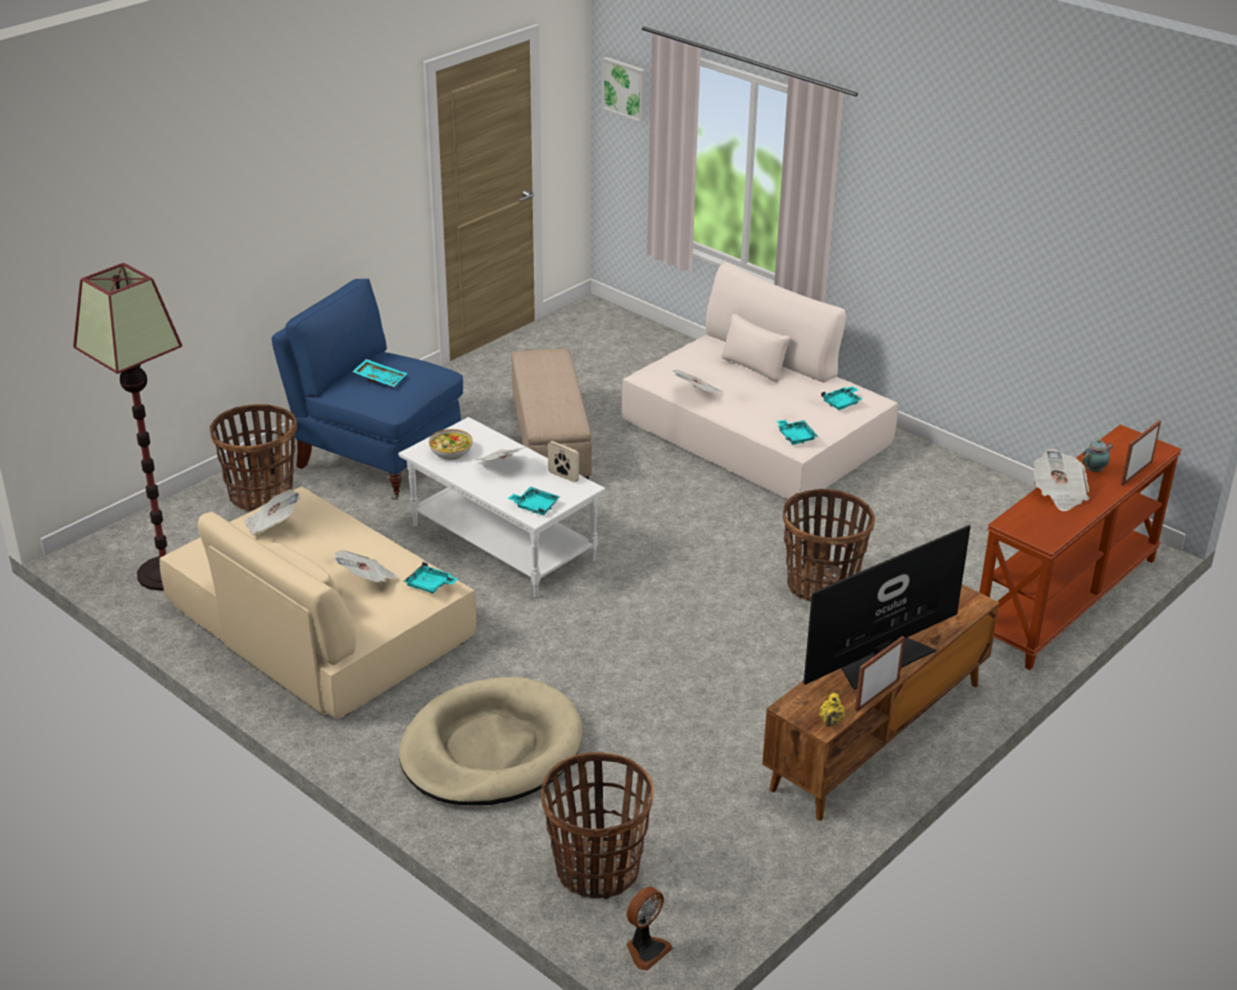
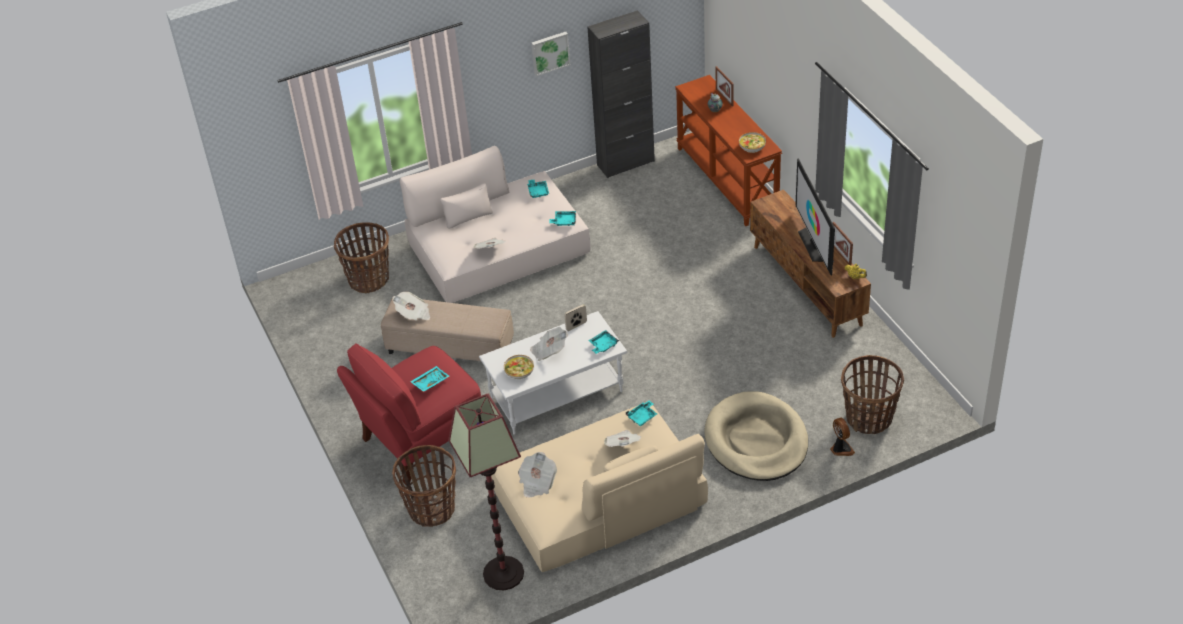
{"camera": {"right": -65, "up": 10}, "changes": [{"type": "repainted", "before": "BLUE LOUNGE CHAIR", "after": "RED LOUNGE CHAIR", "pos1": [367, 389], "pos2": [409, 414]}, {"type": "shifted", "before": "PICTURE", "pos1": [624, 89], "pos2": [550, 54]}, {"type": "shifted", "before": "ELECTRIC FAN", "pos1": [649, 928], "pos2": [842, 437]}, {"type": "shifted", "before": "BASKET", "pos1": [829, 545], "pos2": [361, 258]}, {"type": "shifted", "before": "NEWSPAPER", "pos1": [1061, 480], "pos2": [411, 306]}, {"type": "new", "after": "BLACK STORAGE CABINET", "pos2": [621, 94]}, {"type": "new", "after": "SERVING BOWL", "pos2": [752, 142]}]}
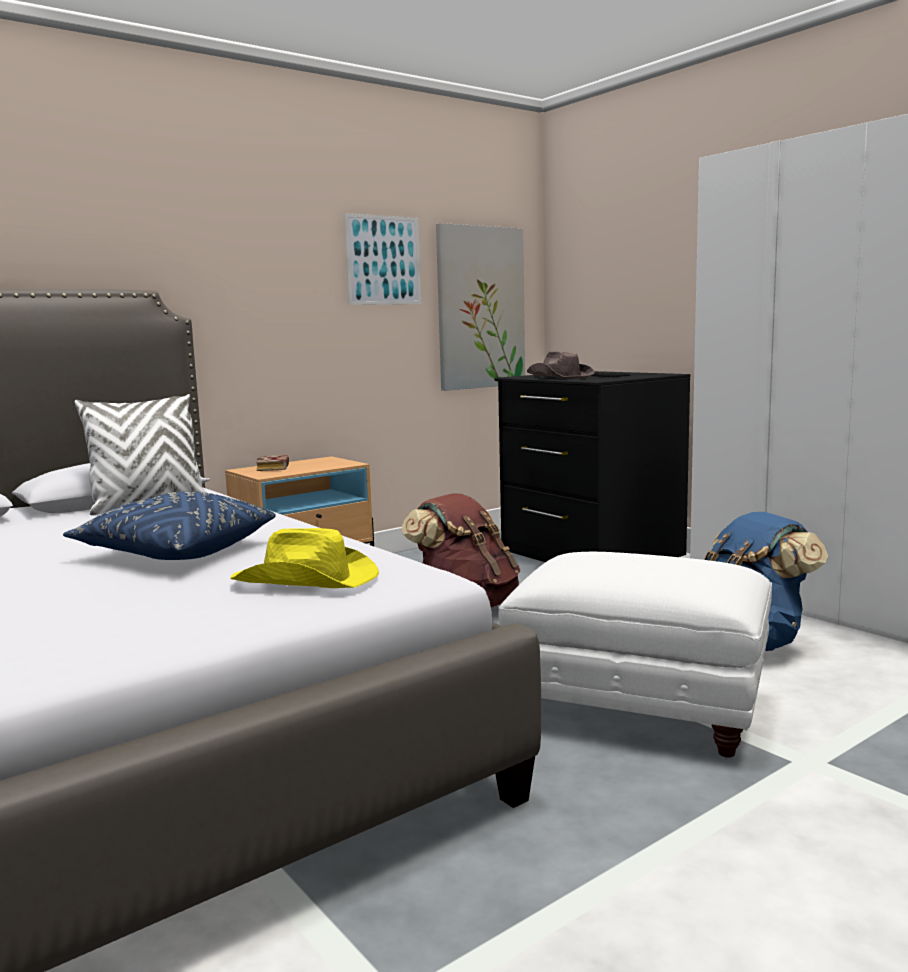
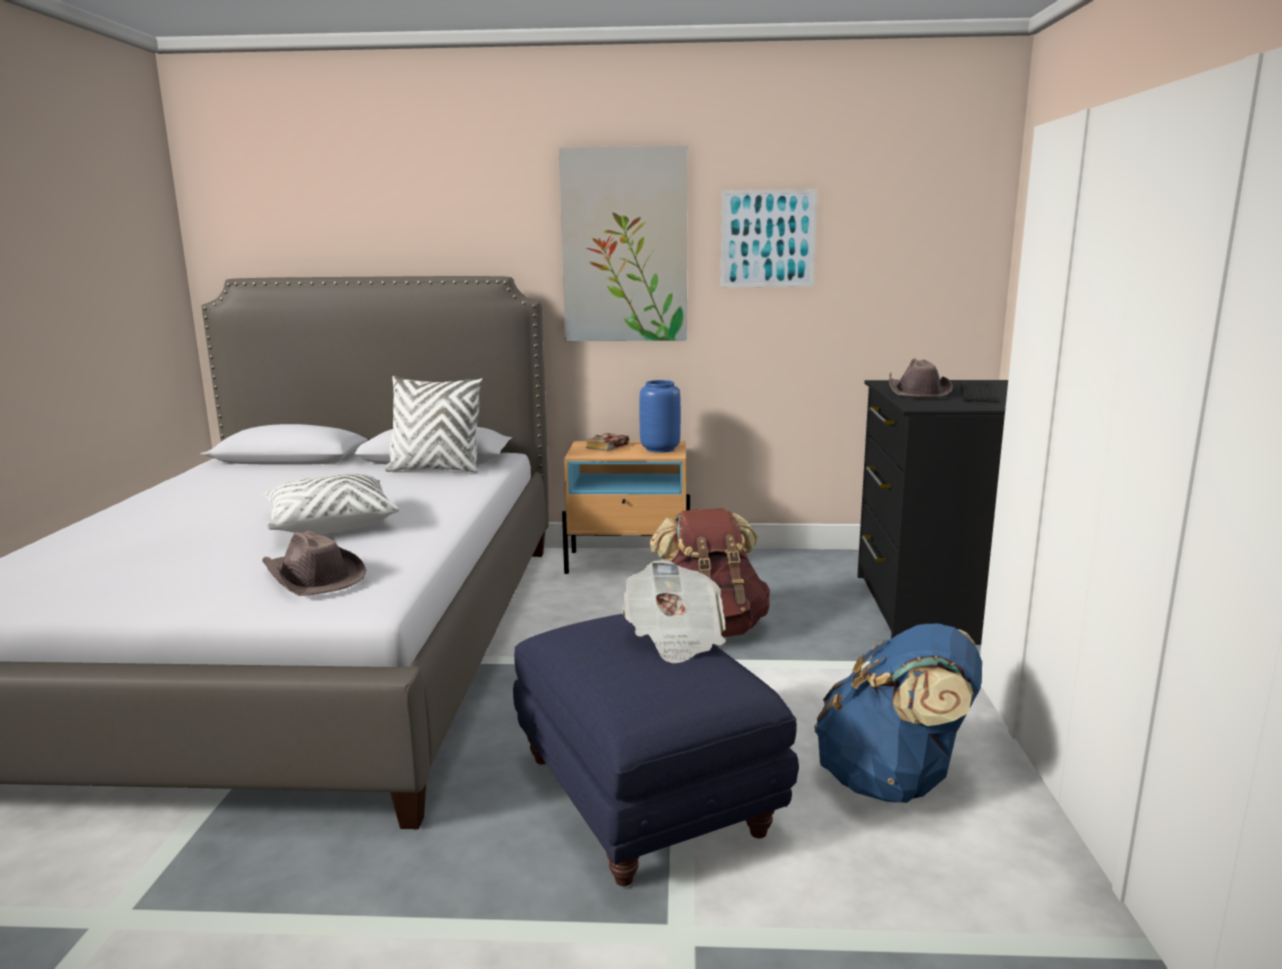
{"camera": {"right": 40, "up": 5}, "changes": [{"type": "repainted", "before": "BLUE THROW PILLOW", "after": "WHITISH THROW PILLOW", "pos1": [169, 526], "pos2": [332, 504]}, {"type": "repainted", "before": "YELLOW CLOTHING HAT", "after": "BROWN-COLOURED CLOTHING HAT", "pos1": [304, 558], "pos2": [314, 563]}, {"type": "shifted", "before": "PICTURE", "pos1": [480, 307], "pos2": [623, 243]}, {"type": "repainted", "before": "WHITISH OTTOMAN", "after": "BLUE OTTOMAN", "pos1": [635, 655], "pos2": [656, 750]}, {"type": "new", "after": "NEWSPAPER", "pos2": [674, 612]}, {"type": "new", "after": "BLUE DECORATIVE VASE", "pos2": [660, 416]}]}
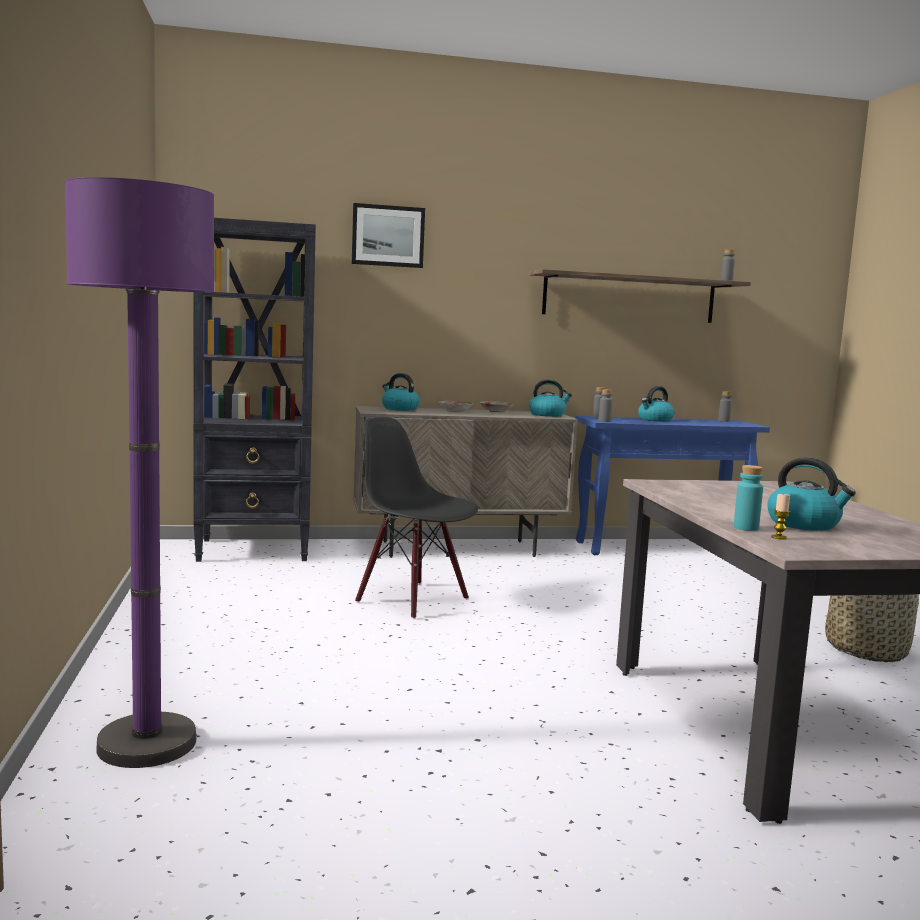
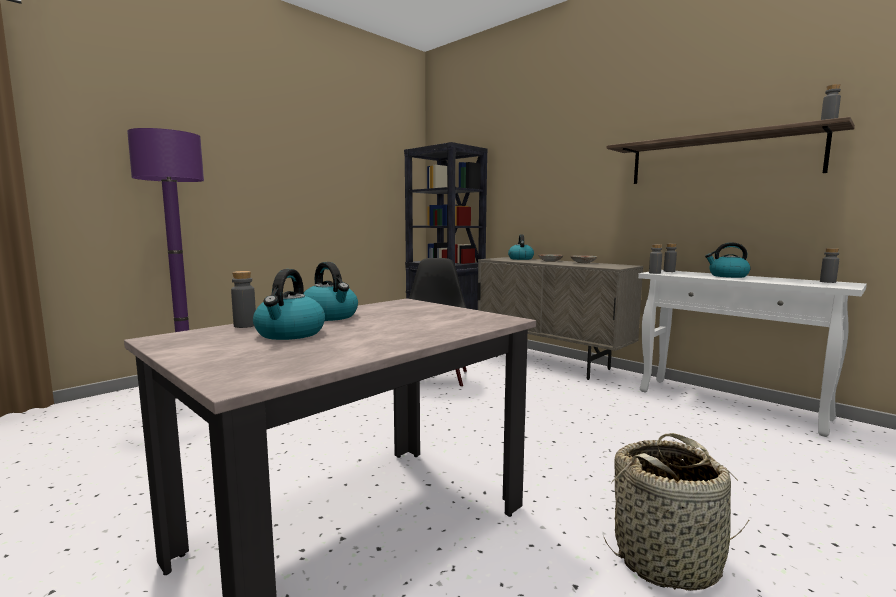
{"camera": {"right": 55, "up": 0}, "changes": [{"type": "gone", "before": "PICTURE", "pos1": [388, 235]}, {"type": "shifted", "before": "WATER KETTLE", "pos1": [550, 398], "pos2": [331, 291]}, {"type": "repainted", "before": "BLUE NARROW TABLE", "after": "WHITISH NARROW TABLE", "pos1": [672, 485], "pos2": [752, 353]}, {"type": "repainted", "before": "TURQUOISE-COLOURED BEVERAGE BOTTLE", "after": "GRAY BEVERAGE BOTTLE", "pos1": [748, 498], "pos2": [243, 299]}, {"type": "gone", "before": "CANDLE", "pos1": [780, 517]}]}
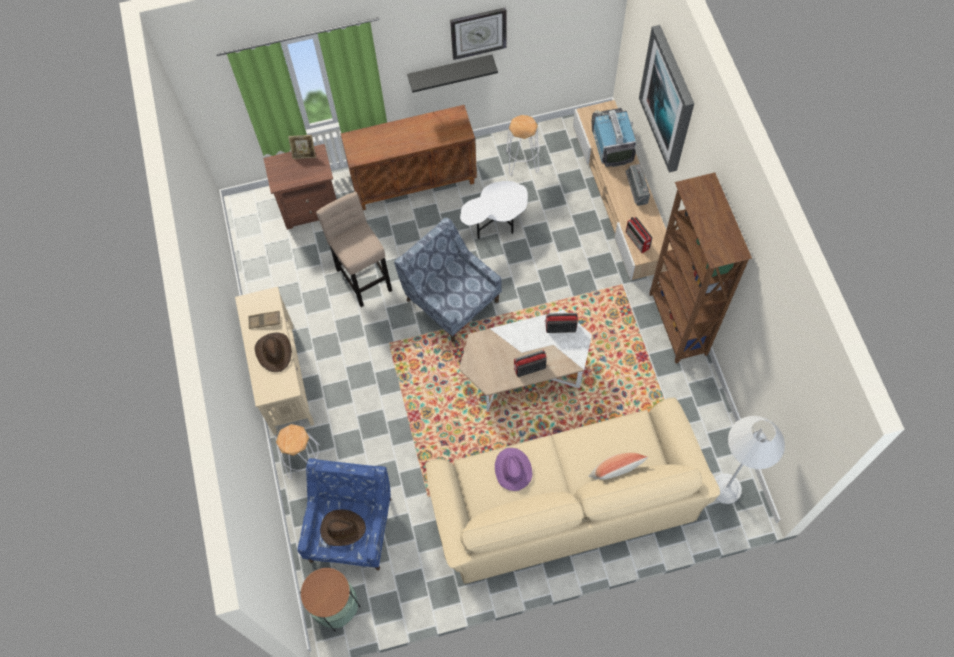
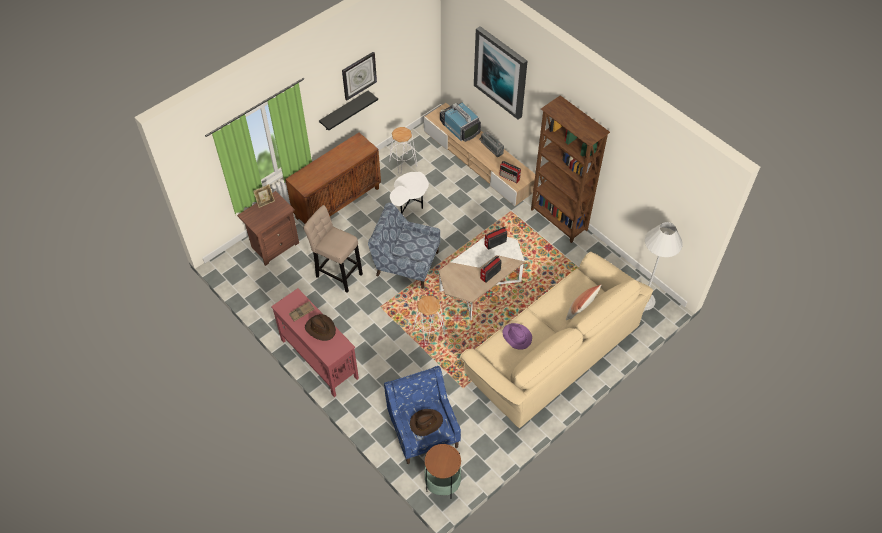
{"camera": {"right": -30, "up": -10}, "changes": [{"type": "repainted", "before": "BEIGE-COLOURED NARROW TABLE", "after": "RED NARROW TABLE", "pos1": [274, 361], "pos2": [315, 342]}, {"type": "shifted", "before": "WHITISH STOOL", "pos1": [298, 452], "pos2": [429, 320]}]}
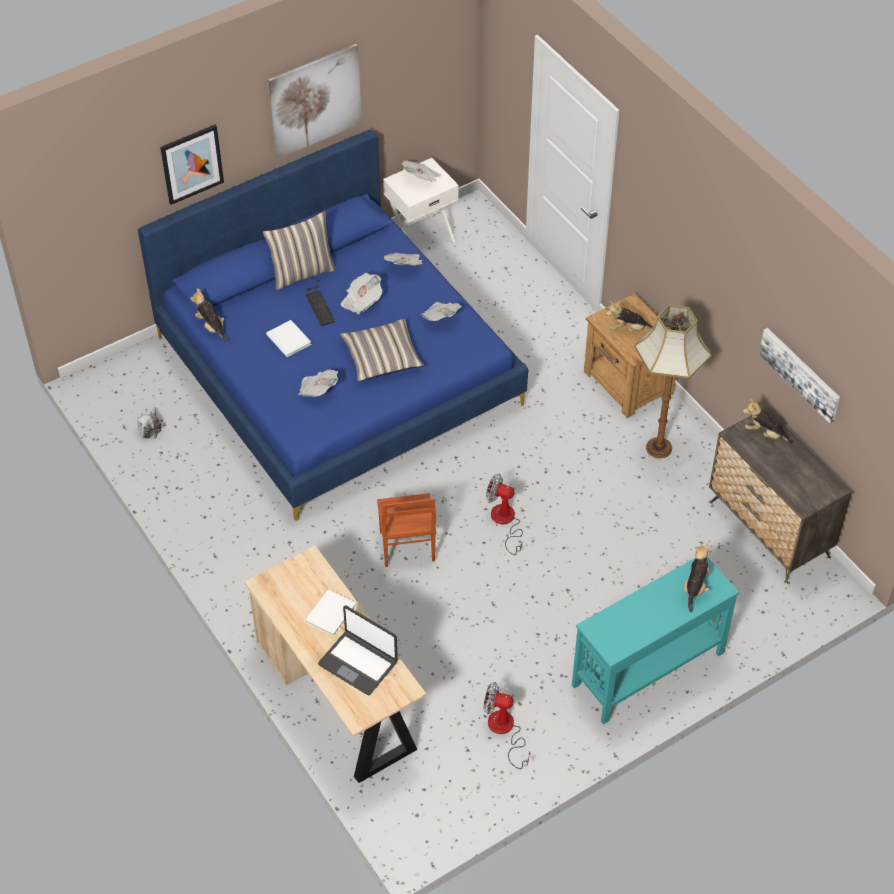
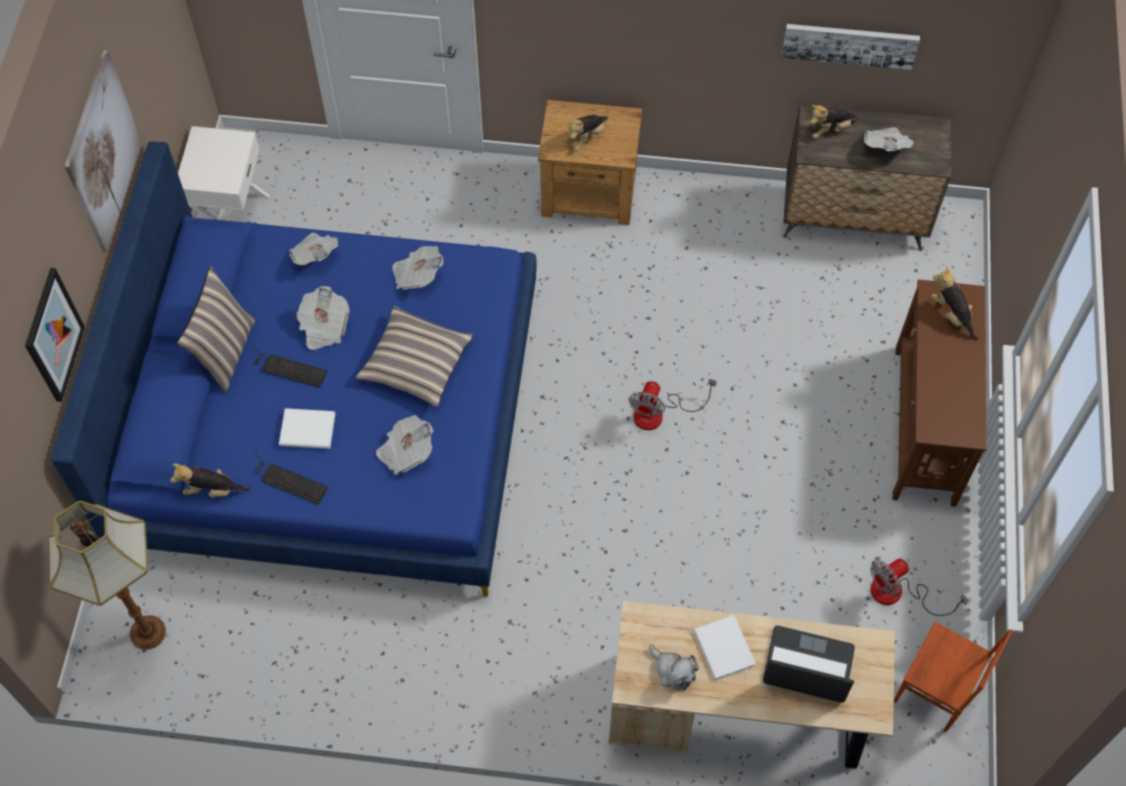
{"camera": {"right": -50, "up": 10}, "changes": [{"type": "shifted", "before": "CUDDLY TOY", "pos1": [149, 423], "pos2": [674, 668]}, {"type": "rotated", "before": "PORTABLE COMPUTER", "pos1": [358, 650], "pos2": [809, 664], "turn": -150}, {"type": "shifted", "before": "BROWN-COLOURED CHAIR", "pos1": [406, 530], "pos2": [953, 677]}, {"type": "shifted", "before": "NEWSPAPER", "pos1": [421, 171], "pos2": [889, 139]}, {"type": "rotated", "before": "ELECTRIC FAN", "pos1": [504, 514], "pos2": [672, 404], "turn": -45}, {"type": "repainted", "before": "TURQUOISE-COLOURED NARROW TABLE", "after": "BROWN-COLOURED NARROW TABLE", "pos1": [655, 641], "pos2": [939, 393]}, {"type": "shifted", "before": "STANDARD LAMP", "pos1": [673, 382], "pos2": [107, 575]}, {"type": "new", "after": "KEYBOARD", "pos2": [290, 478]}]}
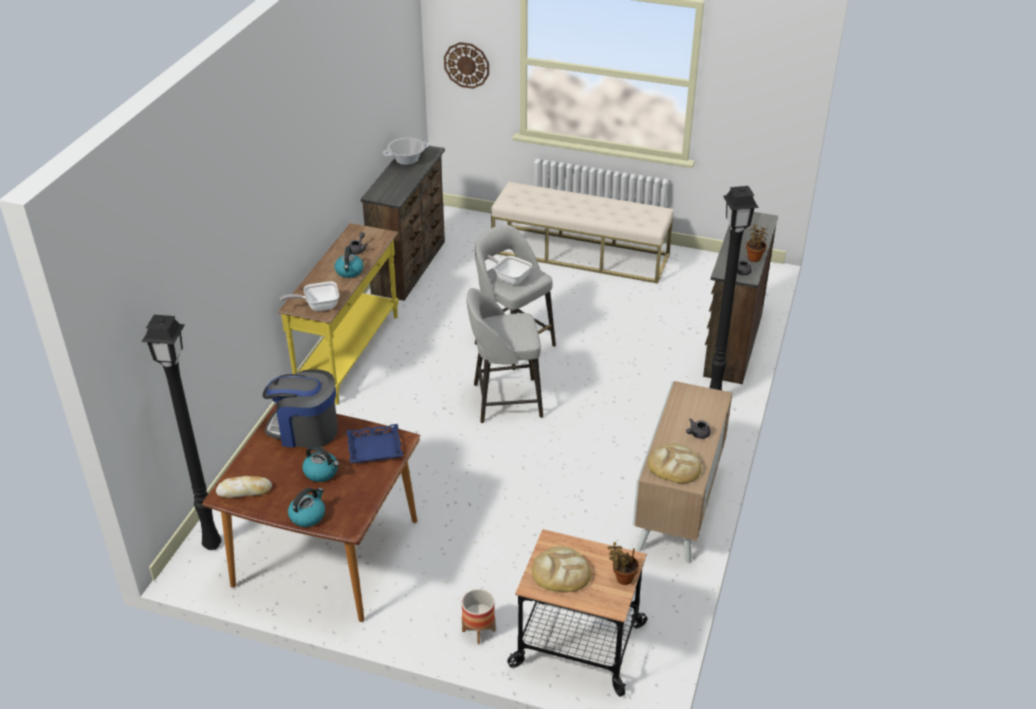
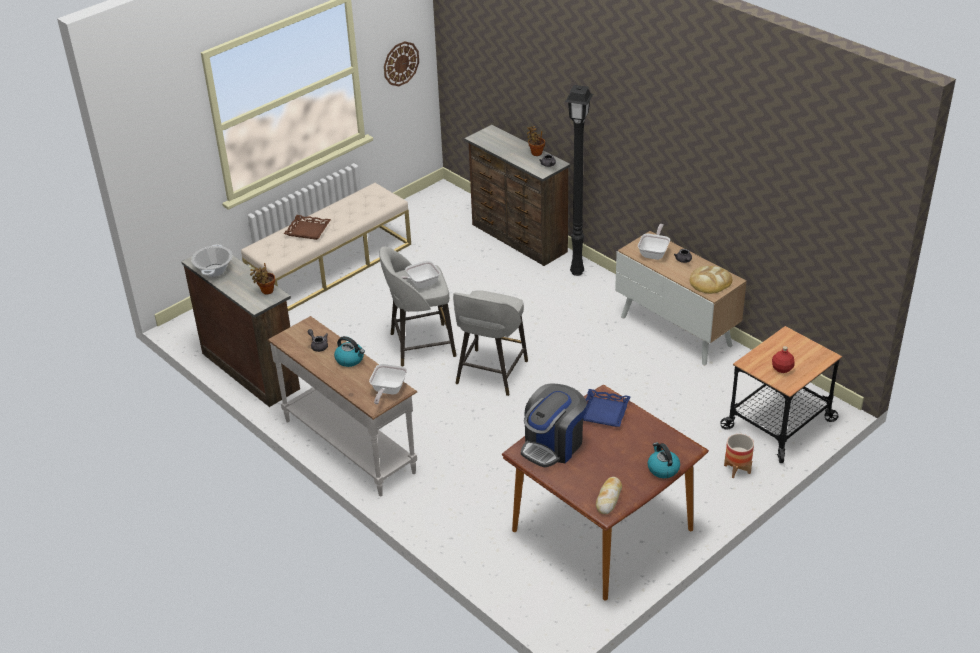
{"camera": {"right": -60, "up": 0}, "changes": [{"type": "gone", "before": "BLACK STANDARD LAMP", "pos1": [181, 432]}, {"type": "repainted", "before": "YELLOW NARROW TABLE", "after": "WHITISH NARROW TABLE", "pos1": [338, 314], "pos2": [342, 406]}, {"type": "gone", "before": "WATER KETTLE", "pos1": [320, 464]}, {"type": "shifted", "before": "HANGING CLOCK", "pos1": [466, 65], "pos2": [401, 63]}, {"type": "swapped", "before": "BAKED BREAD", "after": "RED BEVERAGE BOTTLE", "pos1": [561, 569], "pos2": [783, 359]}, {"type": "shifted", "before": "PLANT IN A POT", "pos1": [623, 563], "pos2": [262, 278]}, {"type": "new", "after": "BROWN-COLOURED SERVING TRAY", "pos2": [307, 227]}, {"type": "new", "after": "FRYING PAN", "pos2": [654, 242]}]}
